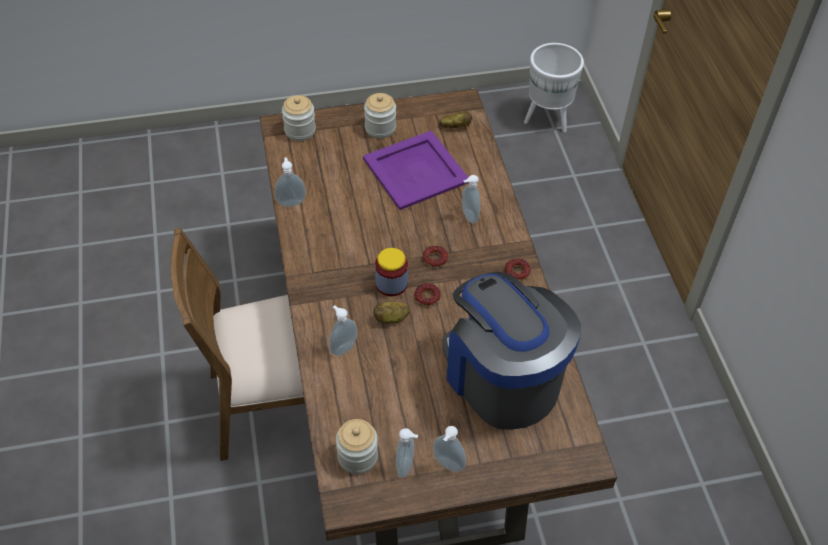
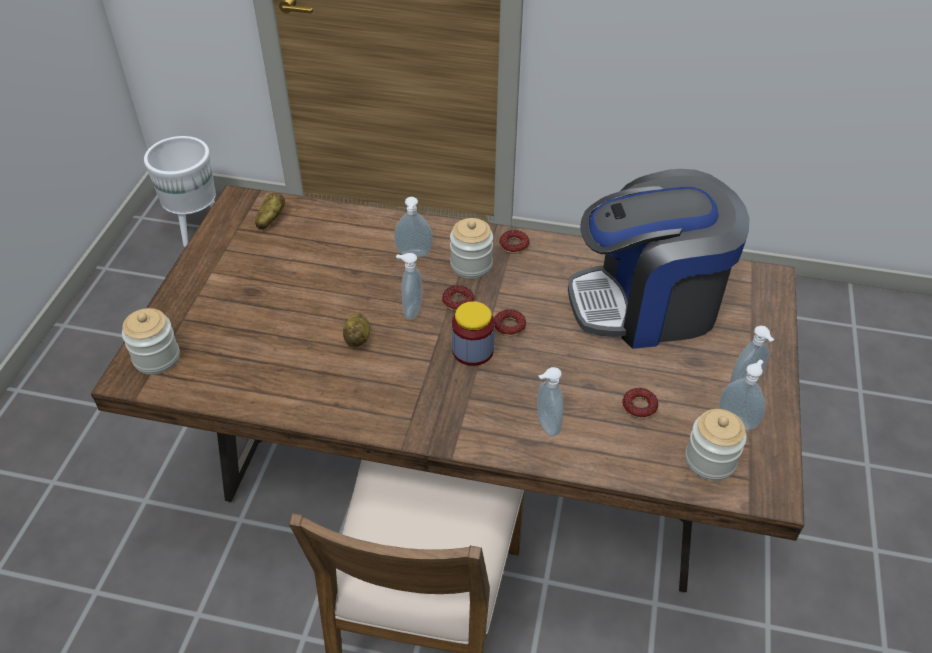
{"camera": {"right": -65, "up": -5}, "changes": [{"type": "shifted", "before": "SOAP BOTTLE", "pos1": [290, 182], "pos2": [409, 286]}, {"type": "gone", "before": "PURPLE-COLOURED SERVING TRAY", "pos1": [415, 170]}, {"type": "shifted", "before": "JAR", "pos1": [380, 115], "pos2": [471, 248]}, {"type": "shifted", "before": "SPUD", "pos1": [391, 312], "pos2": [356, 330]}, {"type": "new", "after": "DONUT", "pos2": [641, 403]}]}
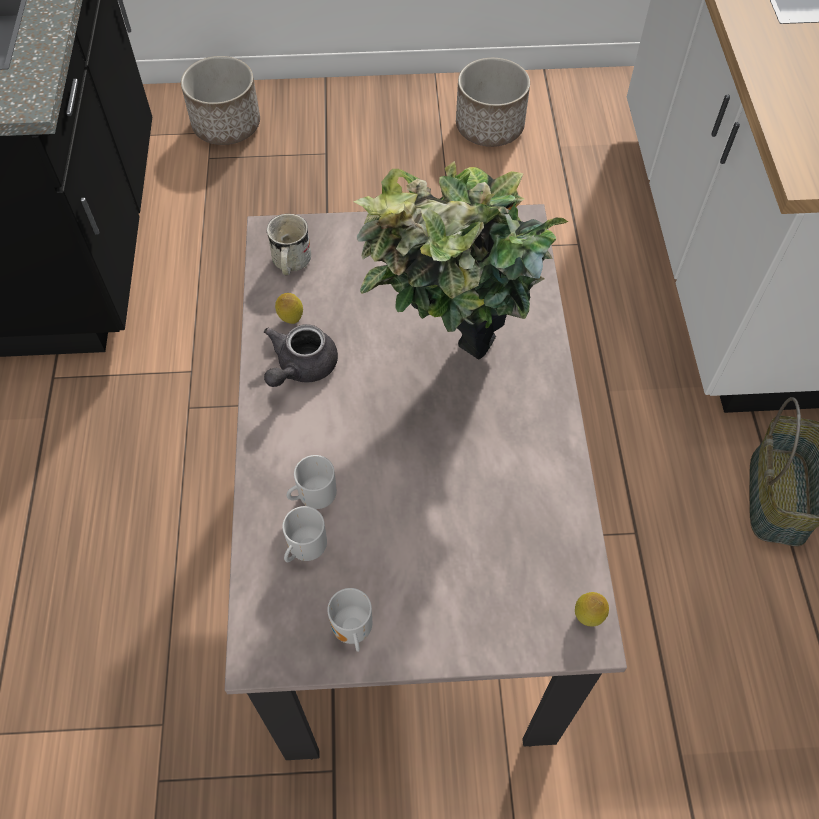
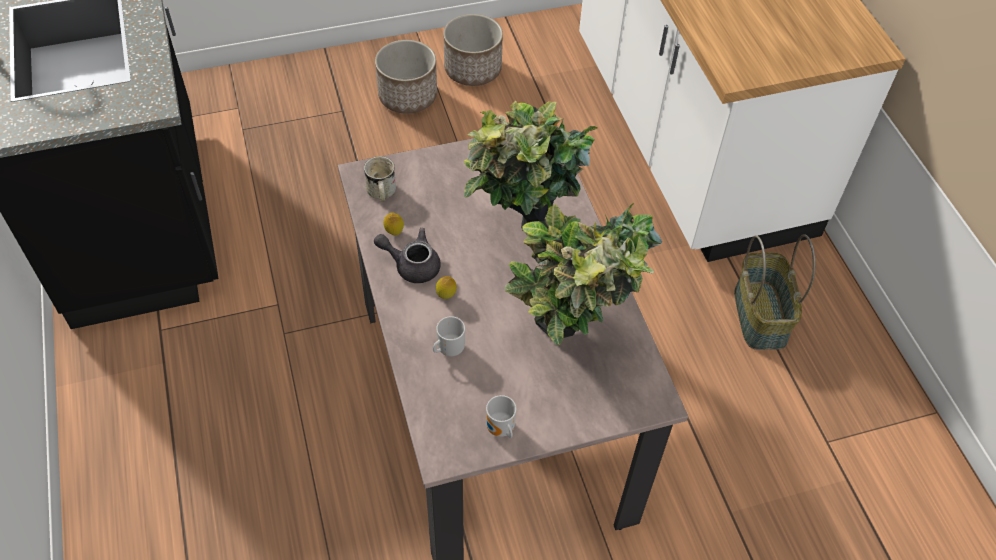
{"camera": {"right": -15, "up": -5}, "changes": [{"type": "shifted", "before": "PLANT POT", "pos1": [220, 100], "pos2": [406, 77]}, {"type": "rotated", "before": "GRAY POT FOR TEA", "pos1": [301, 355], "pos2": [407, 255], "turn": 90}, {"type": "gone", "before": "COFFEE MUG", "pos1": [304, 534]}, {"type": "shifted", "before": "LEMON", "pos1": [592, 609], "pos2": [446, 287]}, {"type": "new", "after": "PLANT IN A POT", "pos2": [583, 274]}]}
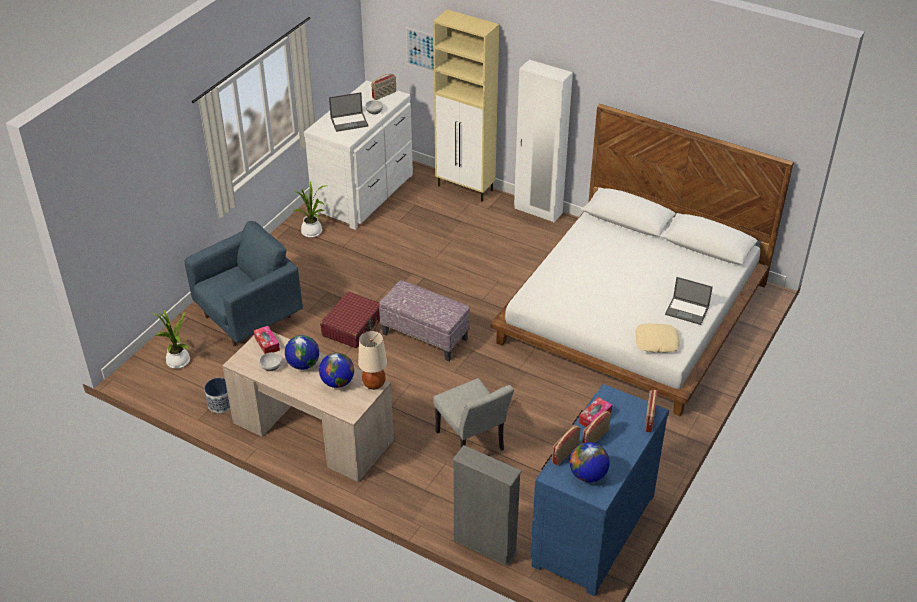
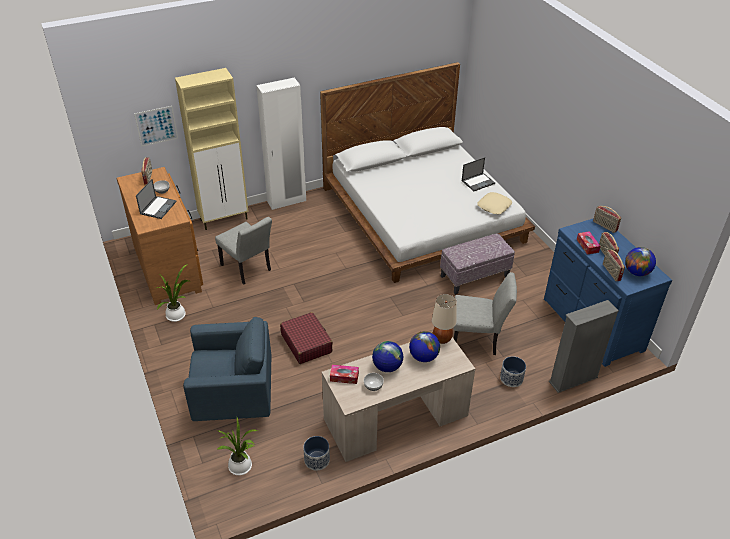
{"camera": {"right": -55, "up": 0}, "changes": [{"type": "rotated", "before": "BLUE LOUNGE CHAIR", "pos1": [244, 283], "pos2": [227, 369], "turn": 90}, {"type": "repainted", "before": "WHITISH DRESSER", "after": "BROWN-COLOURED DRESSER", "pos1": [358, 155], "pos2": [159, 236]}, {"type": "shifted", "before": "OTTOMAN", "pos1": [424, 320], "pos2": [477, 264]}, {"type": "new", "after": "GRAY CHAIR", "pos2": [243, 251]}, {"type": "new", "after": "PLANT POT", "pos2": [513, 371]}]}
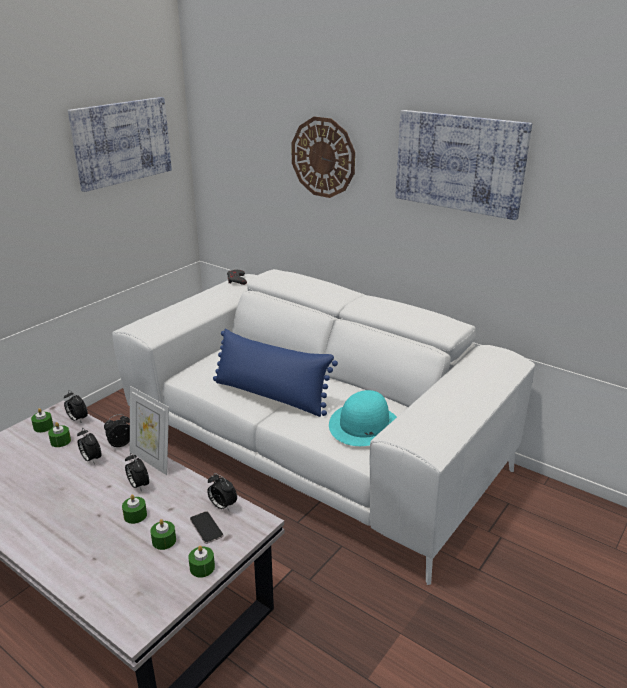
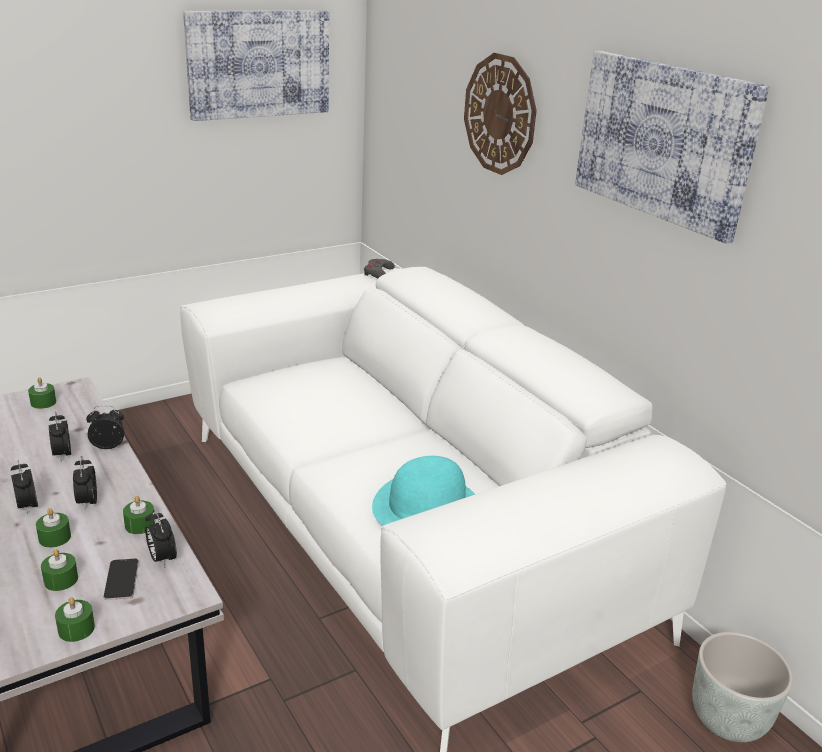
{"camera": {"right": 20, "up": 0}, "changes": [{"type": "shifted", "before": "GREEN CANDLE", "pos1": [59, 434], "pos2": [139, 515]}, {"type": "shifted", "before": "ALARM CLOCK", "pos1": [76, 406], "pos2": [24, 487]}, {"type": "gone", "before": "STANDING FRAME", "pos1": [149, 430]}, {"type": "gone", "before": "BLUE THROW PILLOW", "pos1": [275, 373]}, {"type": "new", "after": "GRAY PLANT POT", "pos2": [742, 687]}]}
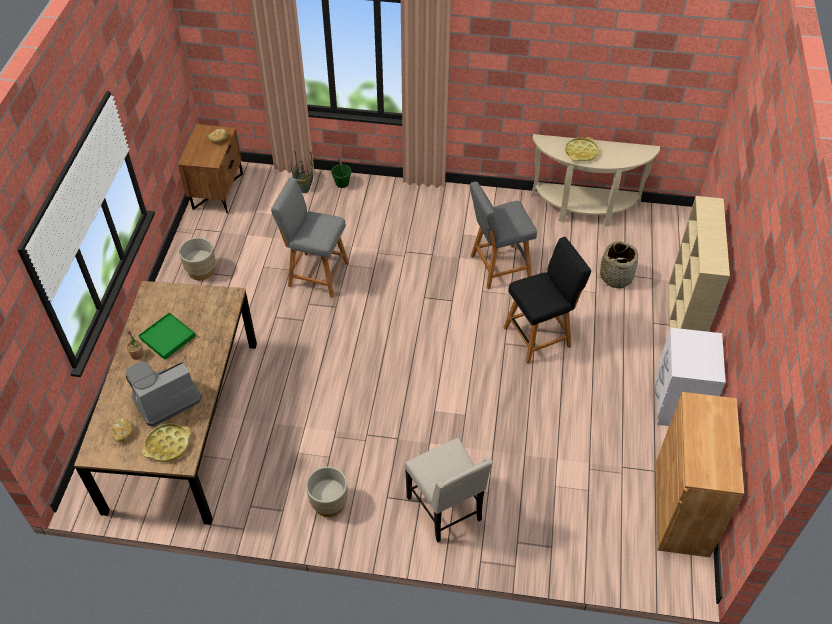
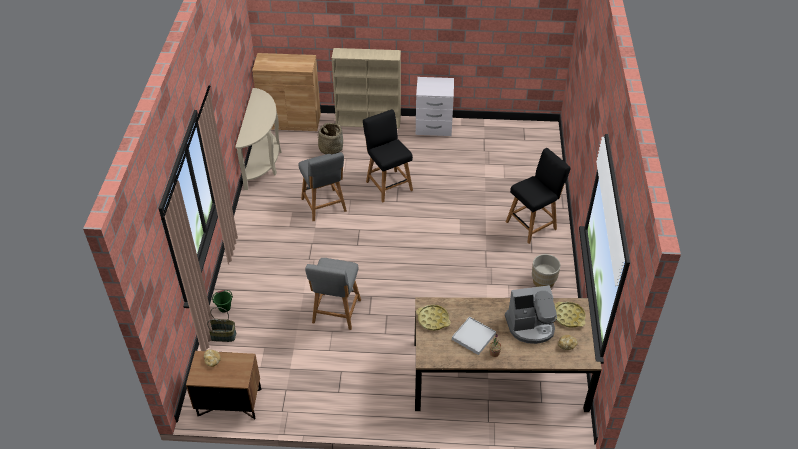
{"camera": {"right": -95, "up": -5}, "changes": [{"type": "rotated", "before": "COFFEE MAKER", "pos1": [164, 394], "pos2": [531, 314], "turn": -60}, {"type": "repainted", "before": "GREEN SERVING TRAY", "after": "WHITISH SERVING TRAY", "pos1": [167, 336], "pos2": [474, 336]}, {"type": "gone", "before": "BEIGE-COLOURED PLANT POT", "pos1": [197, 258]}, {"type": "swapped", "before": "BEIGE-COLOURED CHAIR", "after": "BLACK STOOL", "pos1": [449, 489], "pos2": [538, 196]}, {"type": "shifted", "before": "YELLOW SERVING TRAY", "pos1": [582, 149], "pos2": [433, 318]}, {"type": "shifted", "before": "BROWN-COLOURED STORAGE CABINET", "pos1": [700, 474], "pos2": [286, 92]}]}
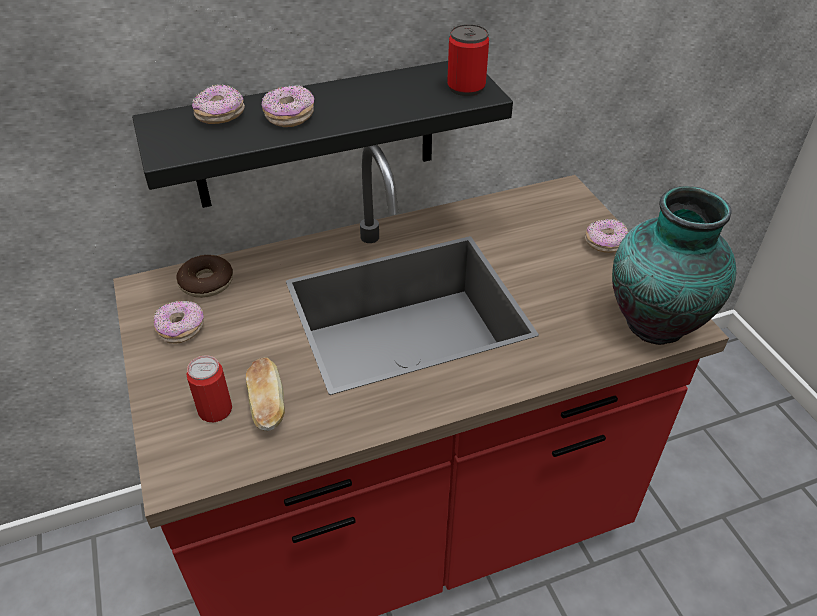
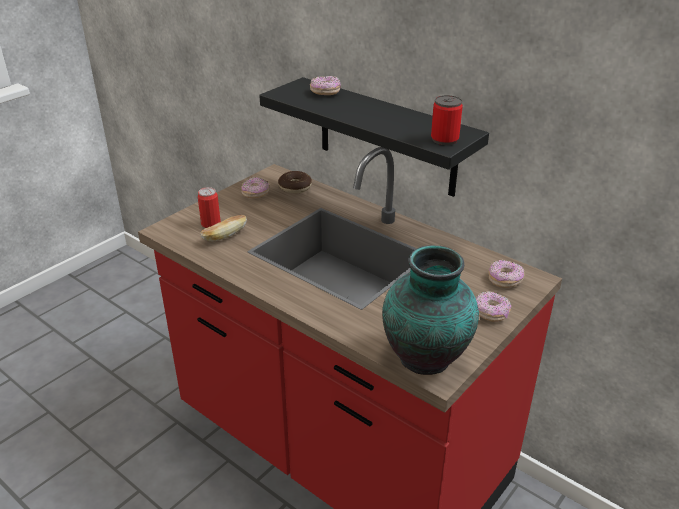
{"camera": {"right": 60, "up": -10}, "changes": [{"type": "shifted", "before": "DONUT", "pos1": [288, 106], "pos2": [506, 274]}]}
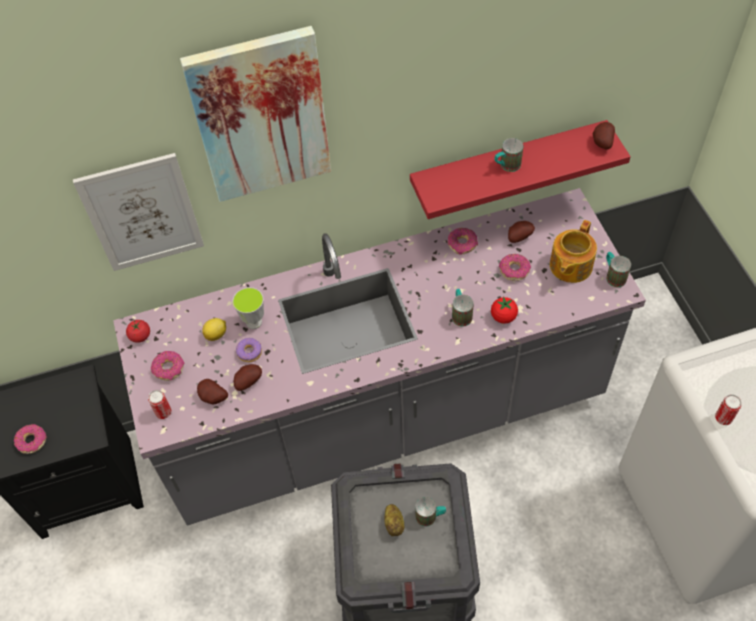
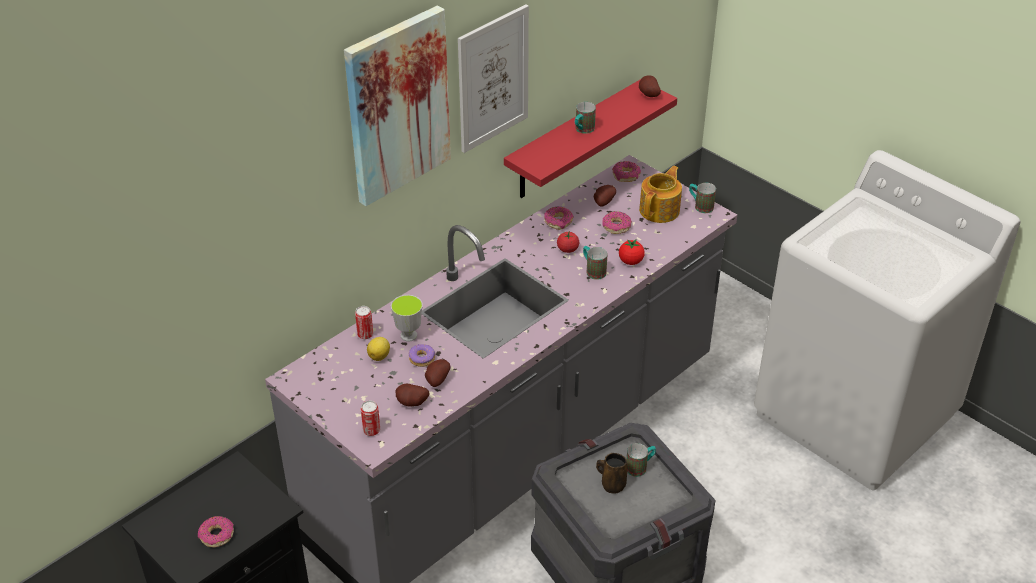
{"camera": {"right": -30, "up": -15}, "changes": [{"type": "shifted", "before": "PICTURE", "pos1": [138, 212], "pos2": [493, 78]}, {"type": "shifted", "before": "FRESH TOMATO", "pos1": [138, 331], "pos2": [568, 242]}, {"type": "shifted", "before": "DONUT", "pos1": [167, 366], "pos2": [626, 171]}, {"type": "swapped", "before": "SPUD", "after": "BROWN-COLOURED COFFEE MUG", "pos1": [394, 520], "pos2": [611, 473]}, {"type": "rotated", "before": "POT FOR TEA", "pos1": [573, 251], "pos2": [660, 194], "turn": -150}, {"type": "shifted", "before": "CAN", "pos1": [728, 409], "pos2": [364, 322]}]}
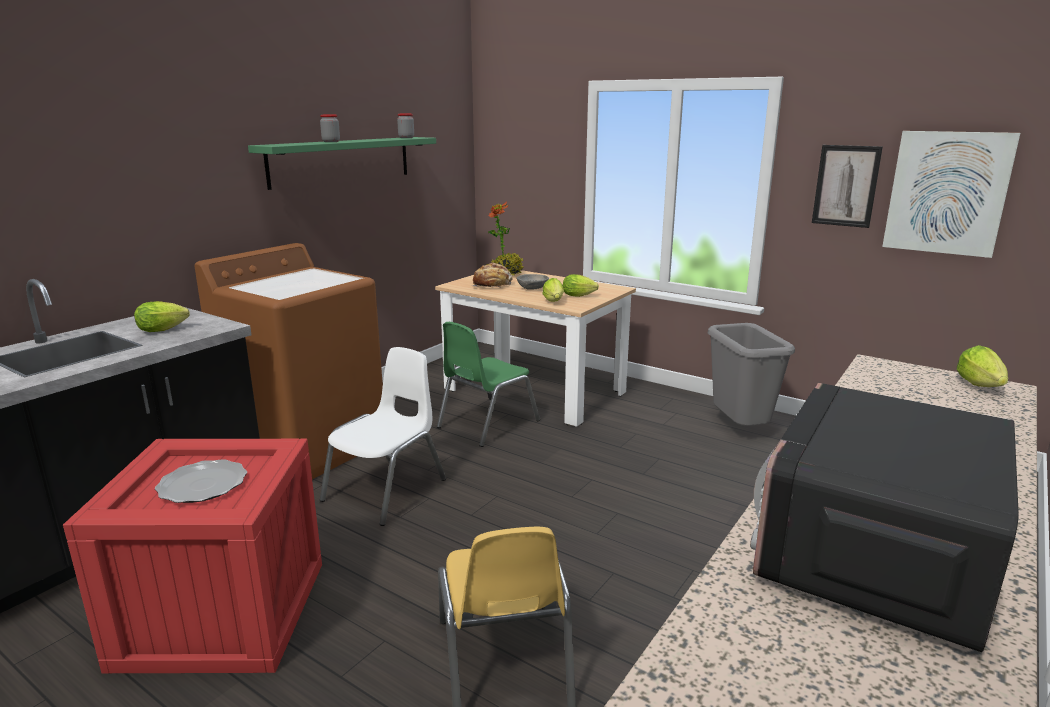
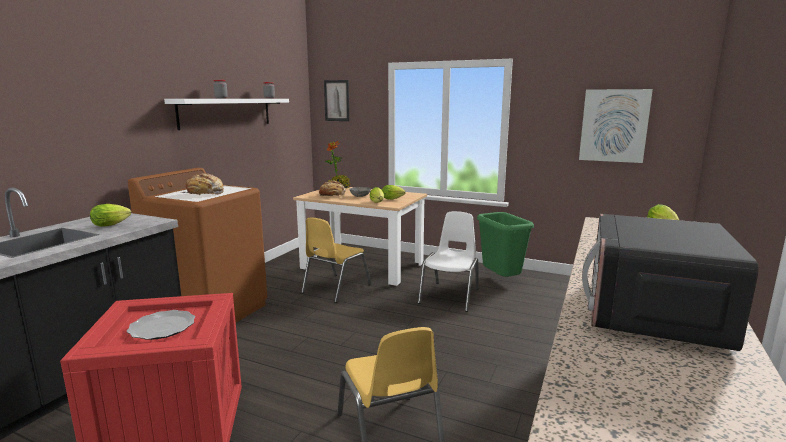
{"camera": {"right": -10, "up": -5}, "changes": [{"type": "repainted", "before": "GREEN BRACKET SHELF", "after": "WHITISH BRACKET SHELF", "pos1": [342, 163], "pos2": [226, 114]}, {"type": "shifted", "before": "WHITISH CHAIR", "pos1": [383, 436], "pos2": [448, 261]}, {"type": "repainted", "before": "GREEN CHAIR", "after": "YELLOW CHAIR", "pos1": [488, 384], "pos2": [336, 260]}, {"type": "repainted", "before": "GRAY WASTE BIN", "after": "GREEN WASTE BIN", "pos1": [751, 374], "pos2": [505, 244]}, {"type": "shifted", "before": "PICTURE", "pos1": [847, 186], "pos2": [337, 100]}, {"type": "new", "after": "BAKED BREAD", "pos2": [202, 184]}]}
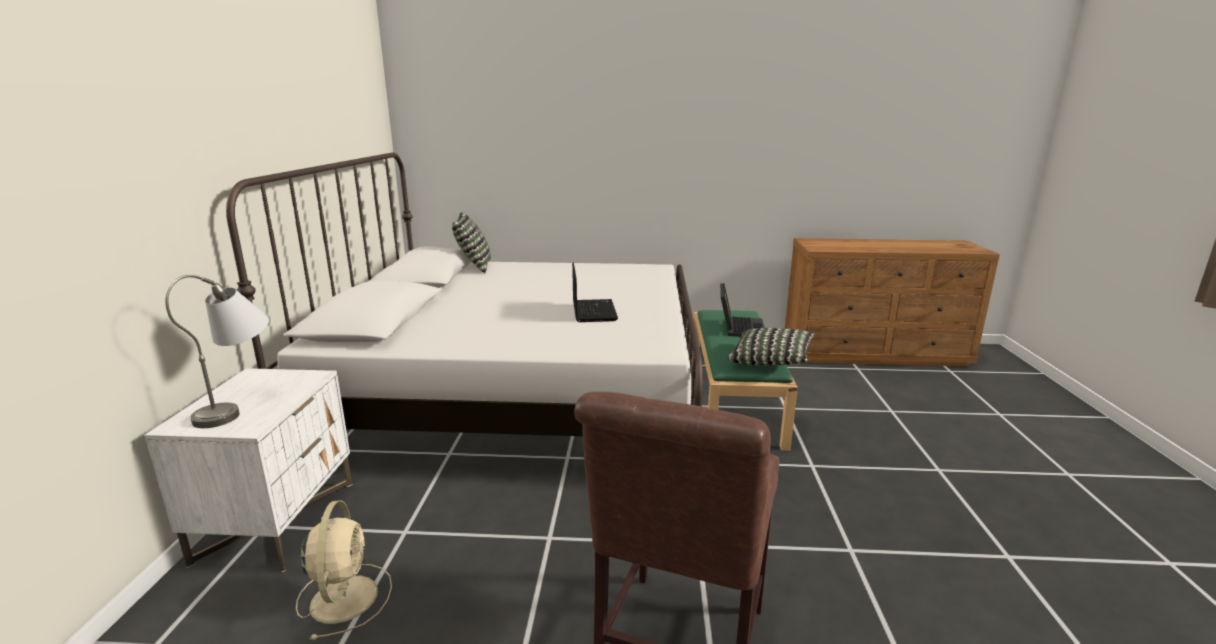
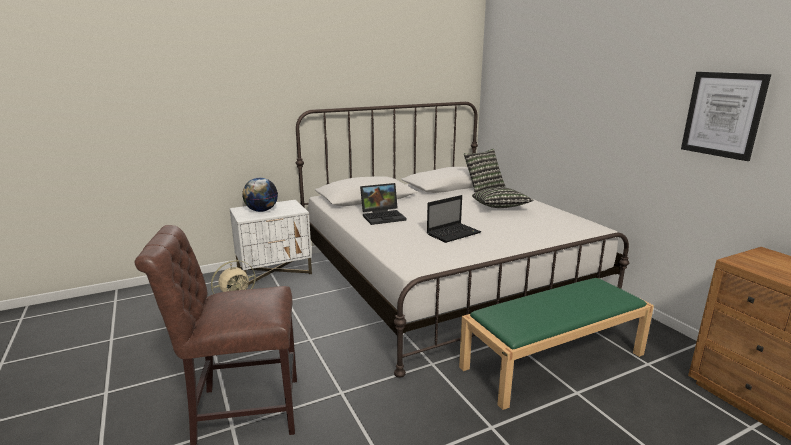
{"camera": {"right": 60, "up": 0}, "changes": [{"type": "swapped", "before": "GRAY LAMP FOR A TABLE", "after": "DESK GLOBE", "pos1": [217, 351], "pos2": [260, 195]}, {"type": "shifted", "before": "PORTABLE COMPUTER", "pos1": [742, 310], "pos2": [383, 204]}, {"type": "shifted", "before": "THROW PILLOW", "pos1": [771, 347], "pos2": [502, 197]}, {"type": "new", "after": "PICTURE", "pos2": [726, 116]}]}
